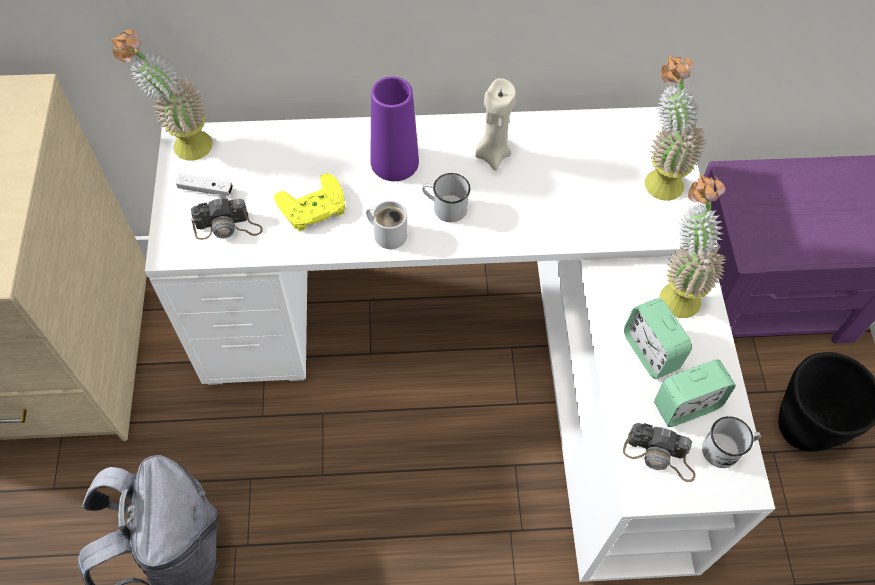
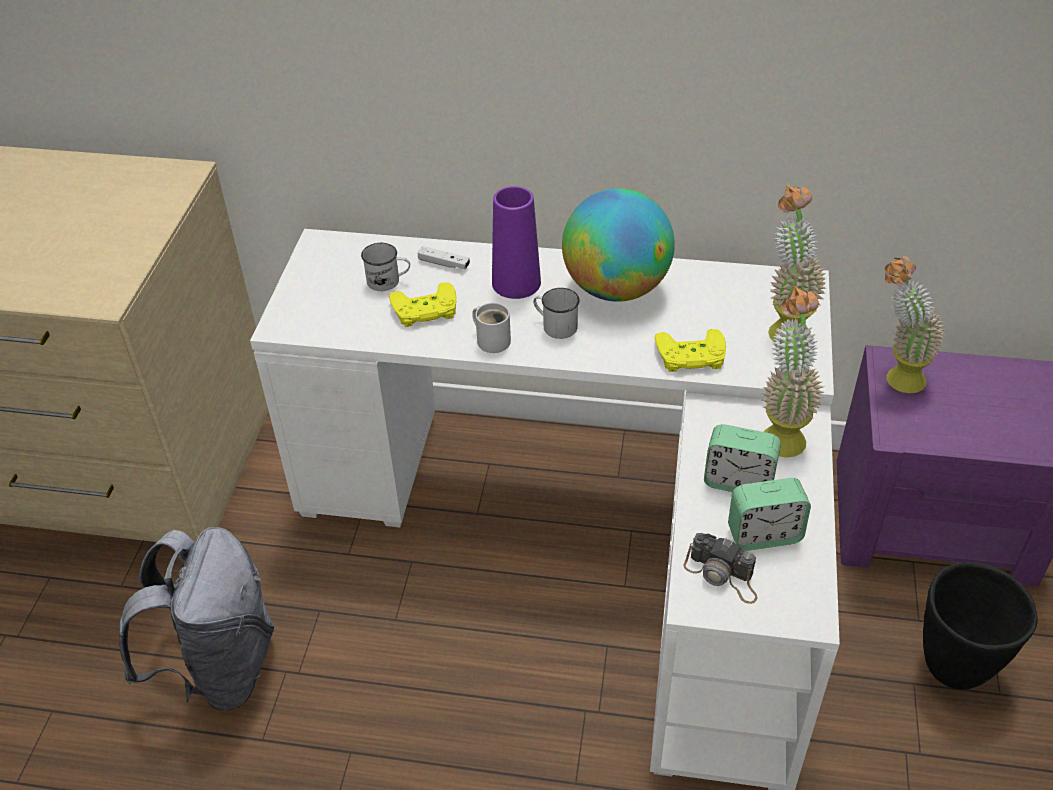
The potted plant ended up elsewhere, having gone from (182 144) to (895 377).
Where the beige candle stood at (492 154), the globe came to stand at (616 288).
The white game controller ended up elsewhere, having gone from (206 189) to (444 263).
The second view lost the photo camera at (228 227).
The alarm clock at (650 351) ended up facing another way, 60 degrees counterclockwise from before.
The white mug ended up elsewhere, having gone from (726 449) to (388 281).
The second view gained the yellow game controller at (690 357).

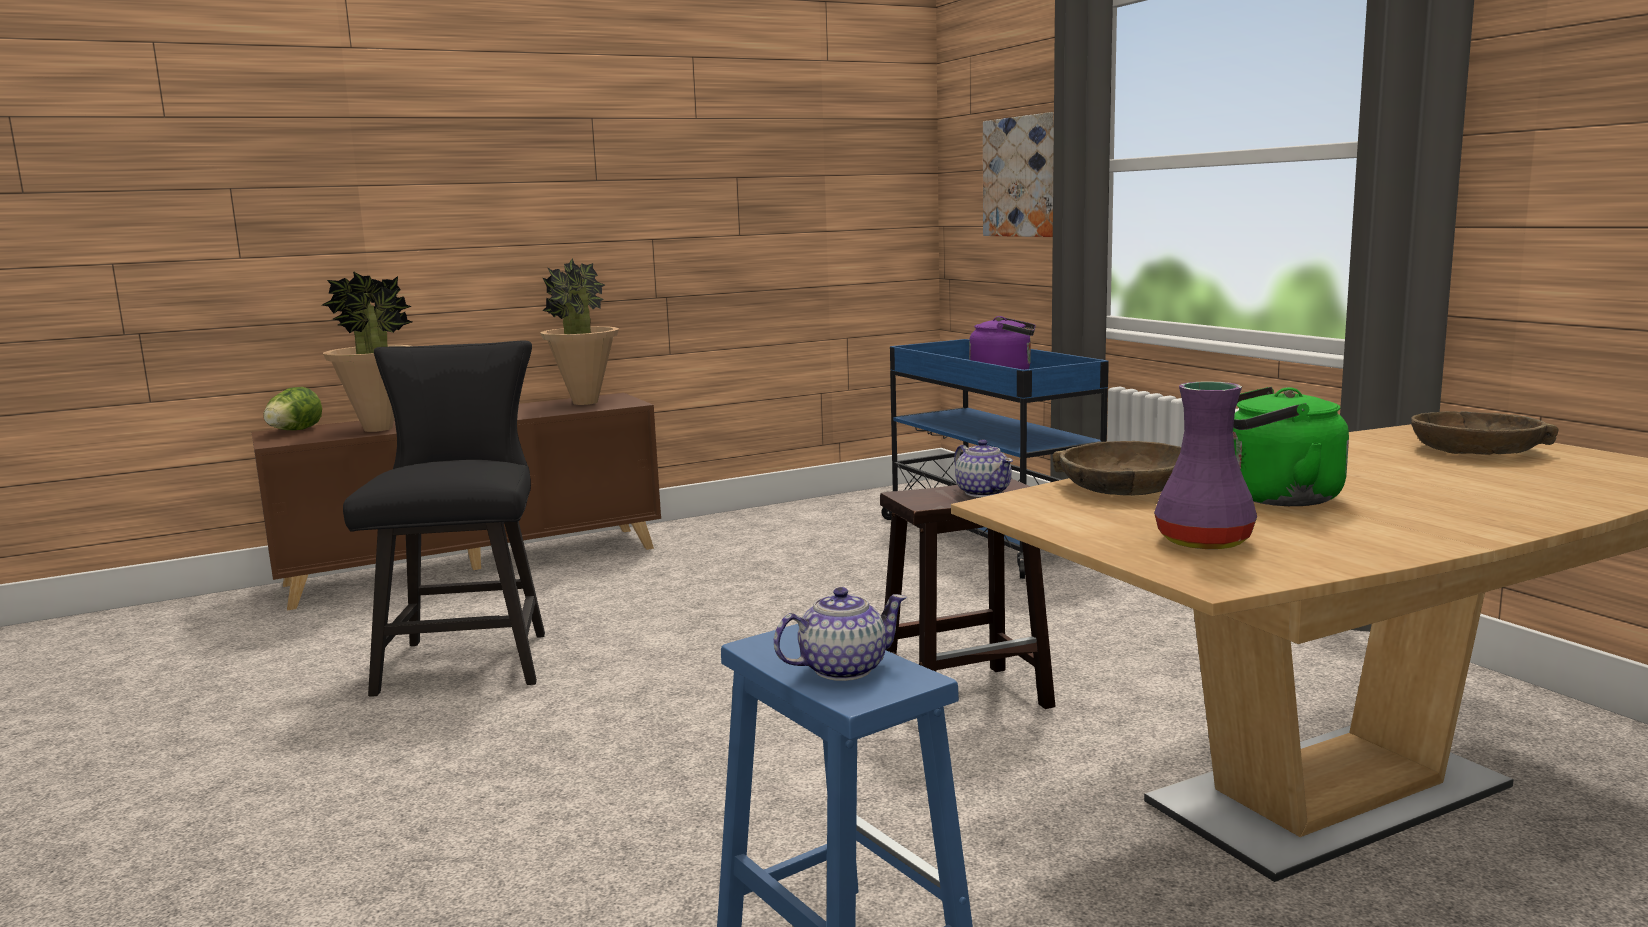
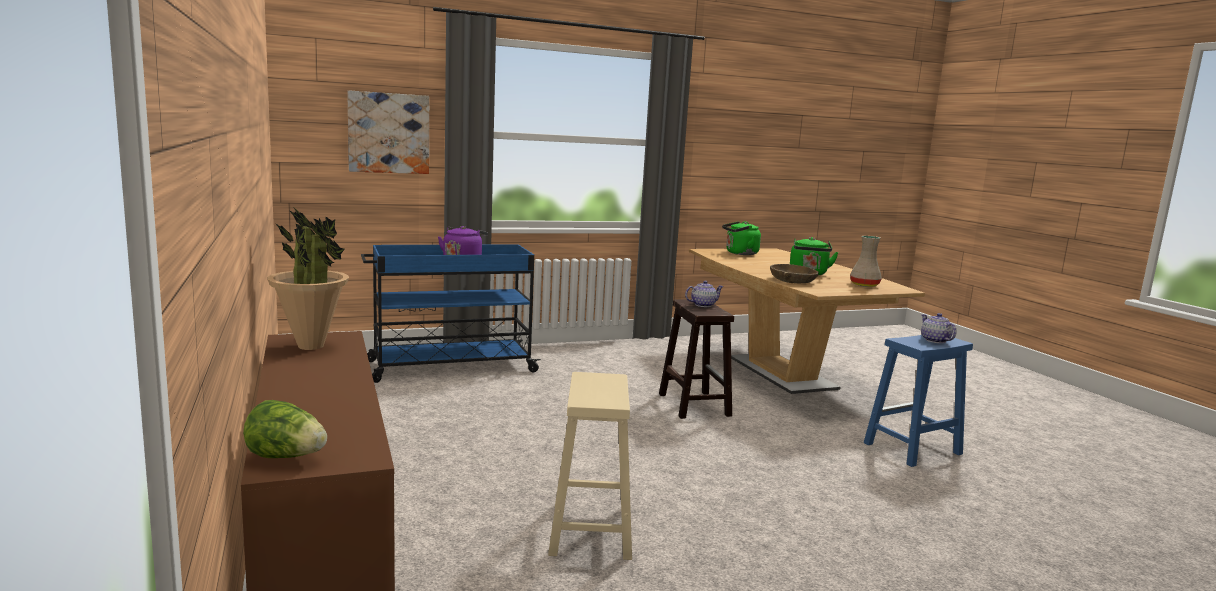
The second view lost the potted plant at (378 429).
Where the black chair stood at (469 658), the beige stool came to stand at (590 529).
What was the purple vase at (1205 541) turned into the beige vase at (863 285).
Where the brown bowl stood at (1476 450), the green kettle came to stand at (740 253).

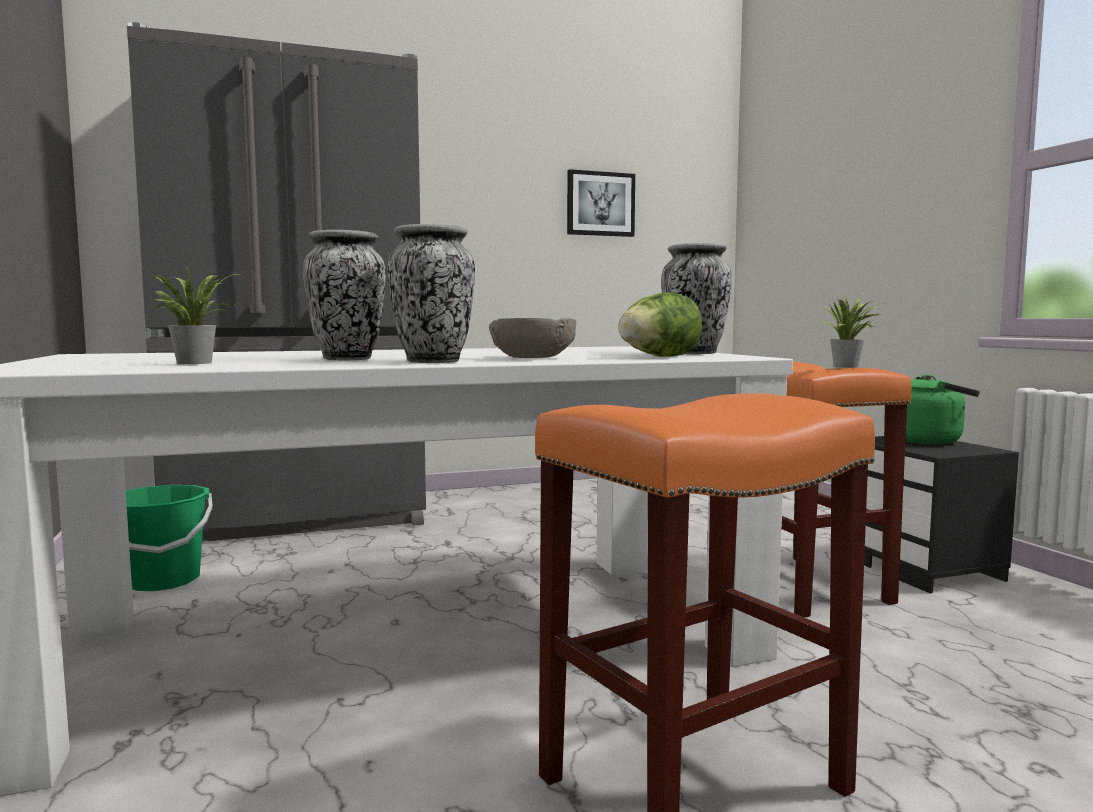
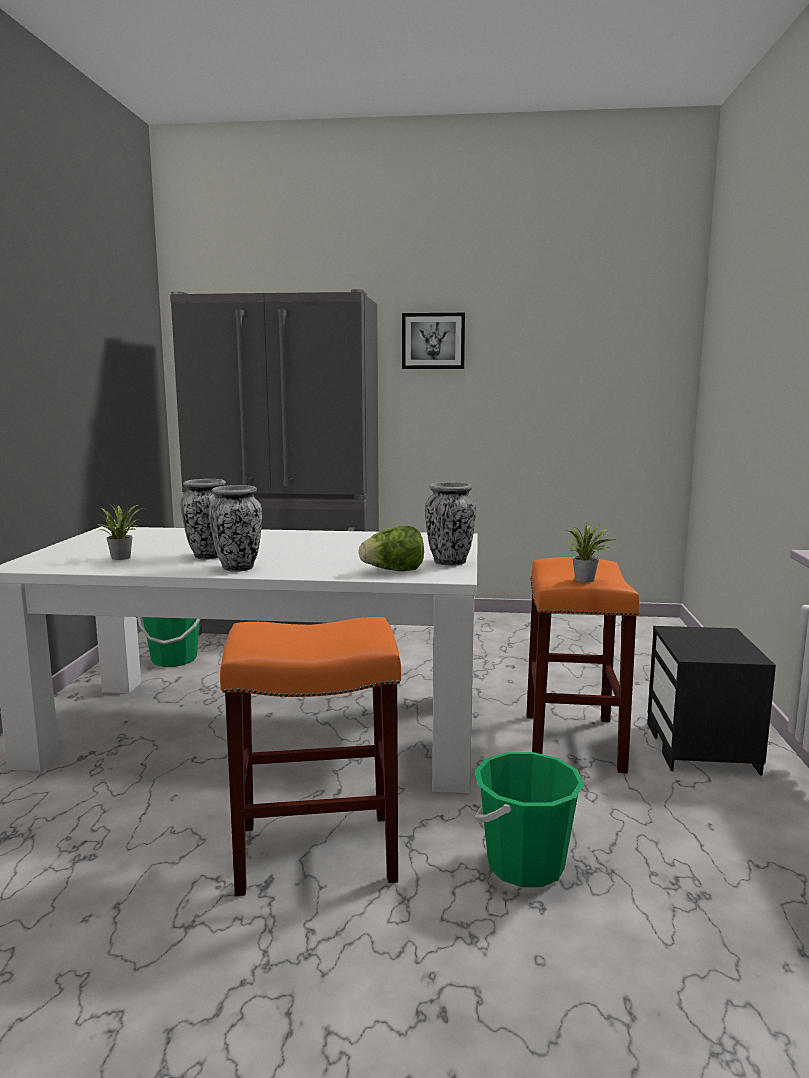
The picture ended up elsewhere, having gone from (600 204) to (433 341).
The second view lost the grey bowl at (532 358).
The second view lost the green kettle at (929 441).
The second view gained the green bucket at (525 865).

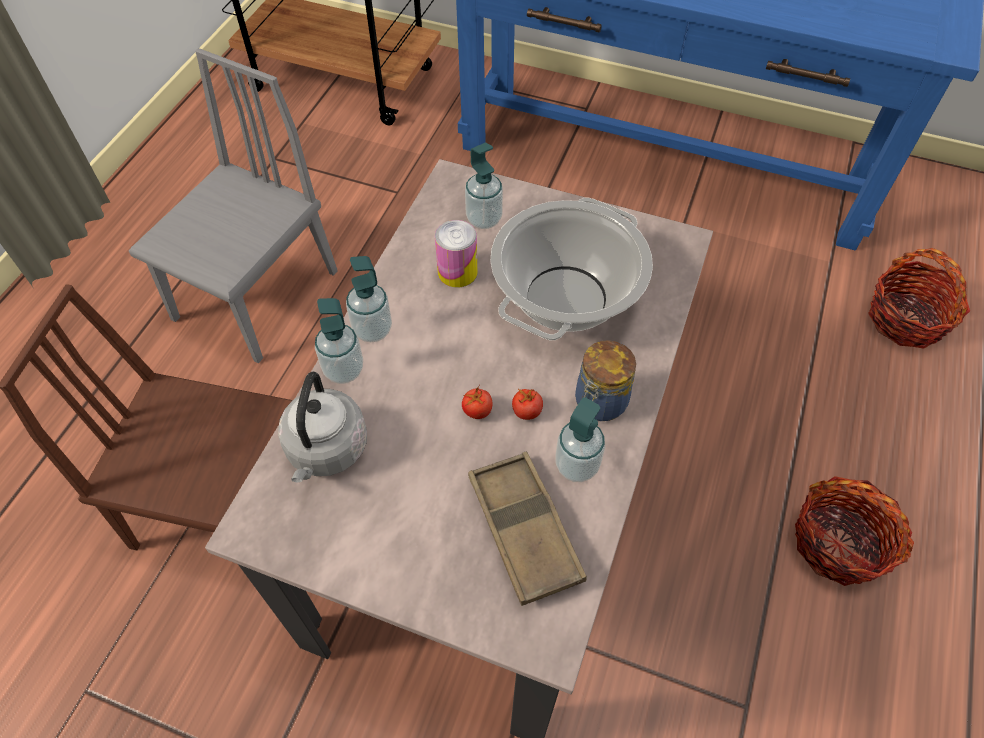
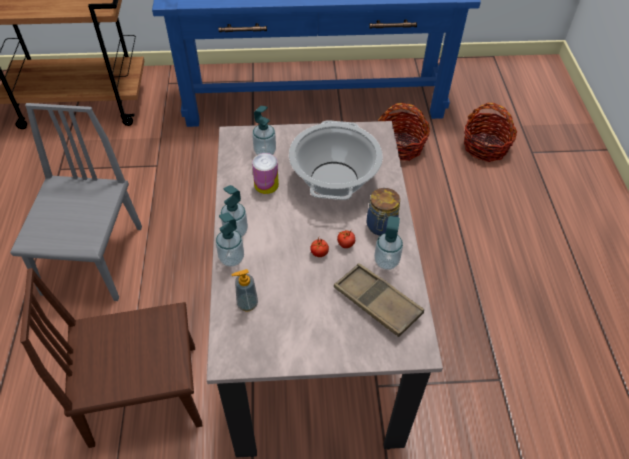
Where the grey kettle stood at (326 451), the soap dispenser came to stand at (247 304).
The basket ended up elsewhere, having gone from (838 543) to (401 146).

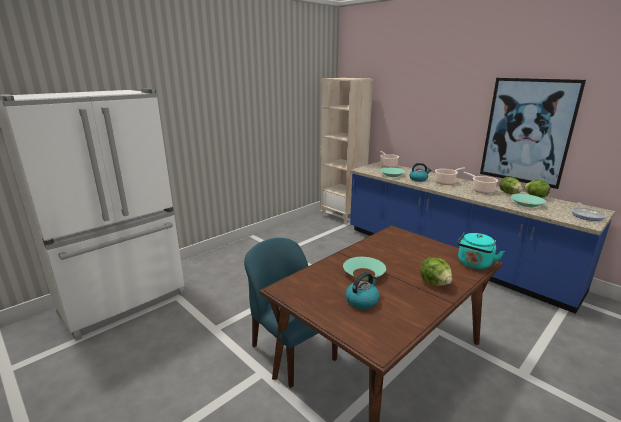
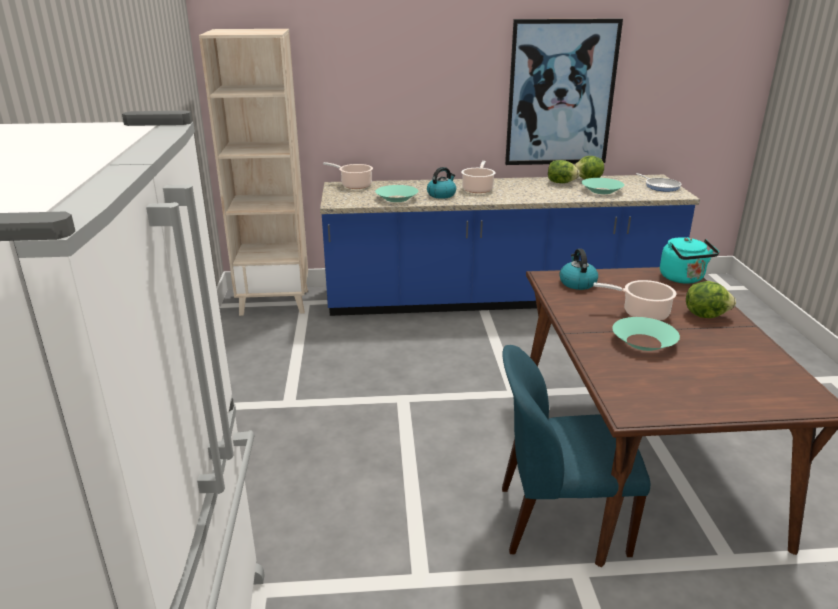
The cooking pot ended up elsewhere, having gone from (481 190) to (642 313).
The kettle ended up elsewhere, having gone from (362 301) to (577 283).

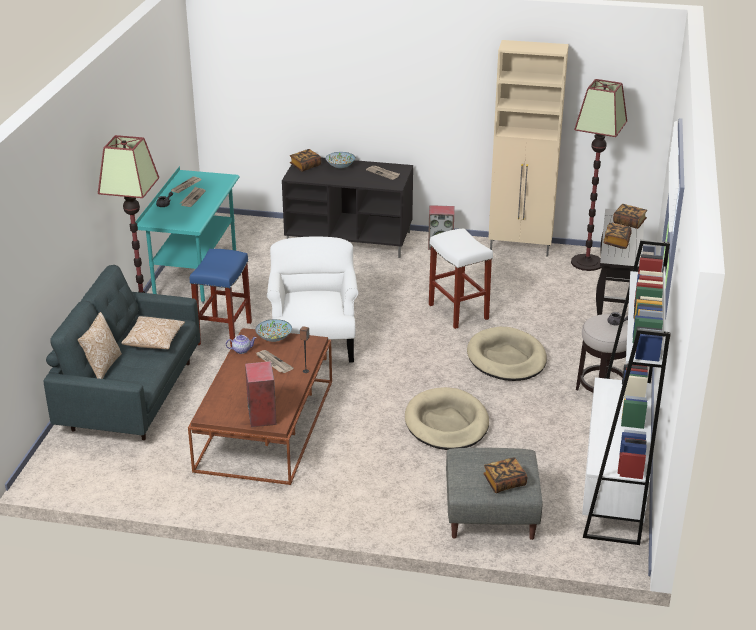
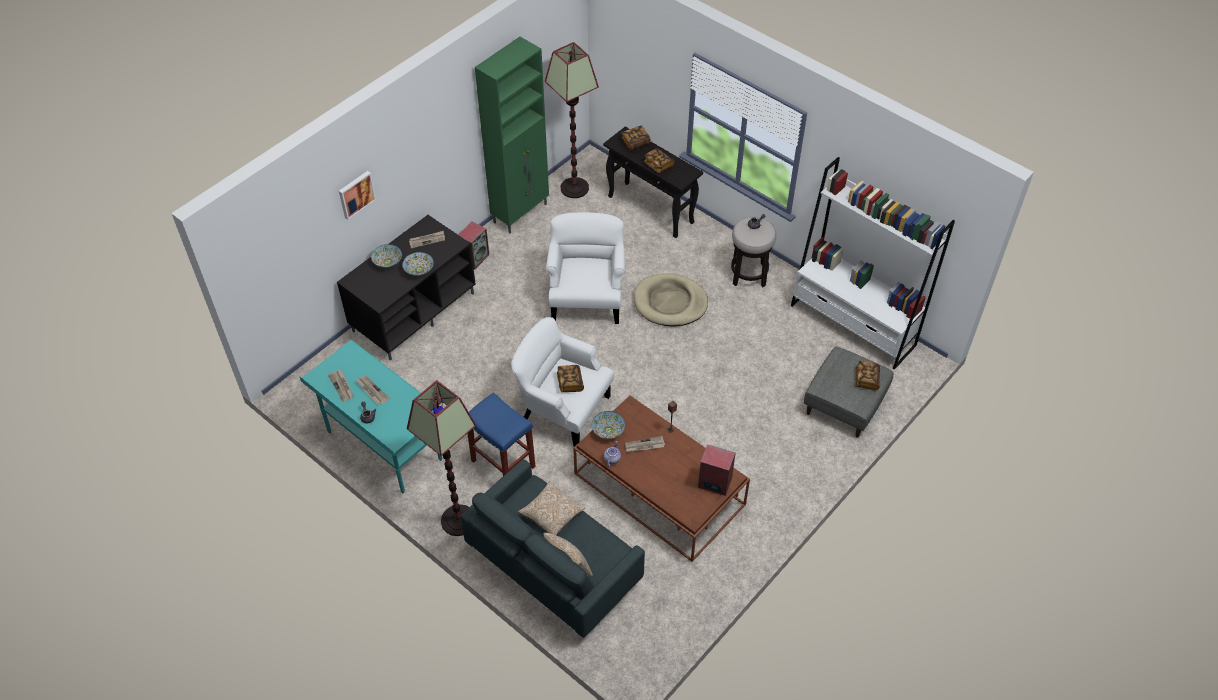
What was the beige cabinet at (521 248) turned into the green cabinet at (521 213).
The book ended up elsewhere, having gone from (305 166) to (570 383).
Where the white stool stood at (459 312), the white armchair came to stand at (586 297).
The second view lost the beige dog bed at (446 423).
The second view gained the picture at (356 194).
The second view gained the bowl at (419 270).

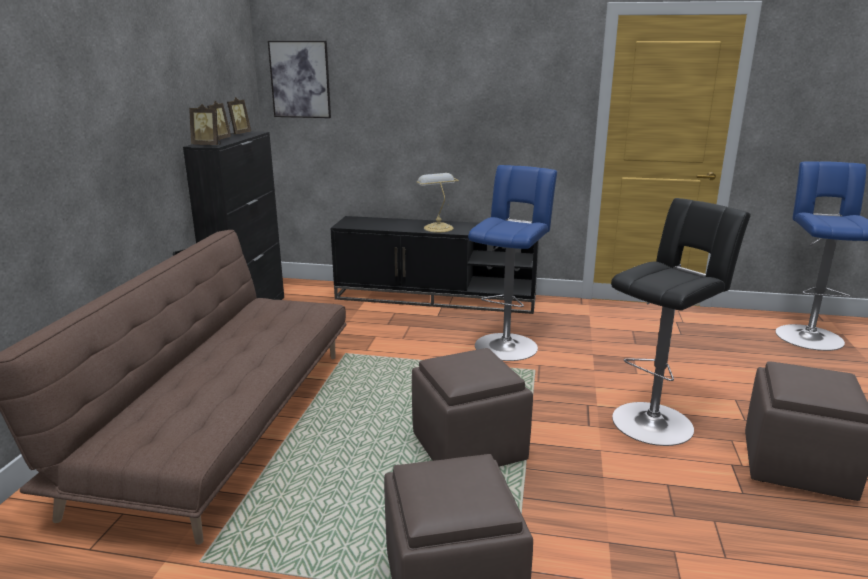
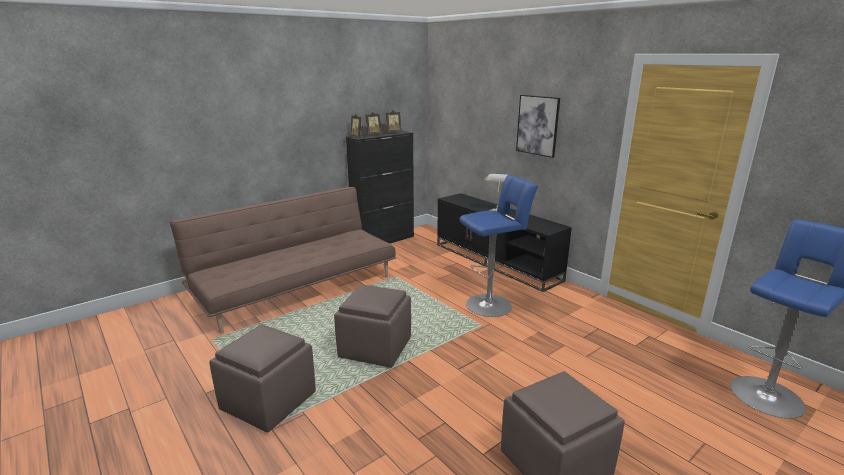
The picture ended up elsewhere, having gone from (300 79) to (537 125).
The second view lost the black stool at (655 420).

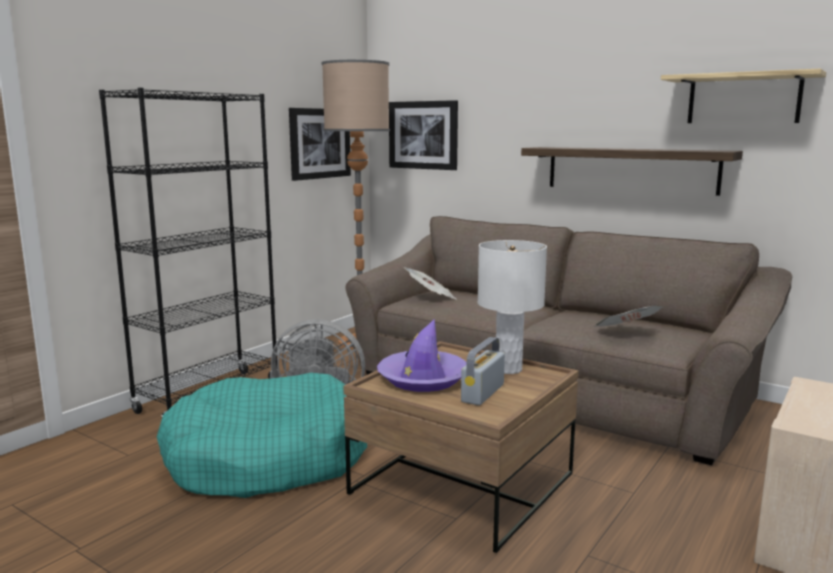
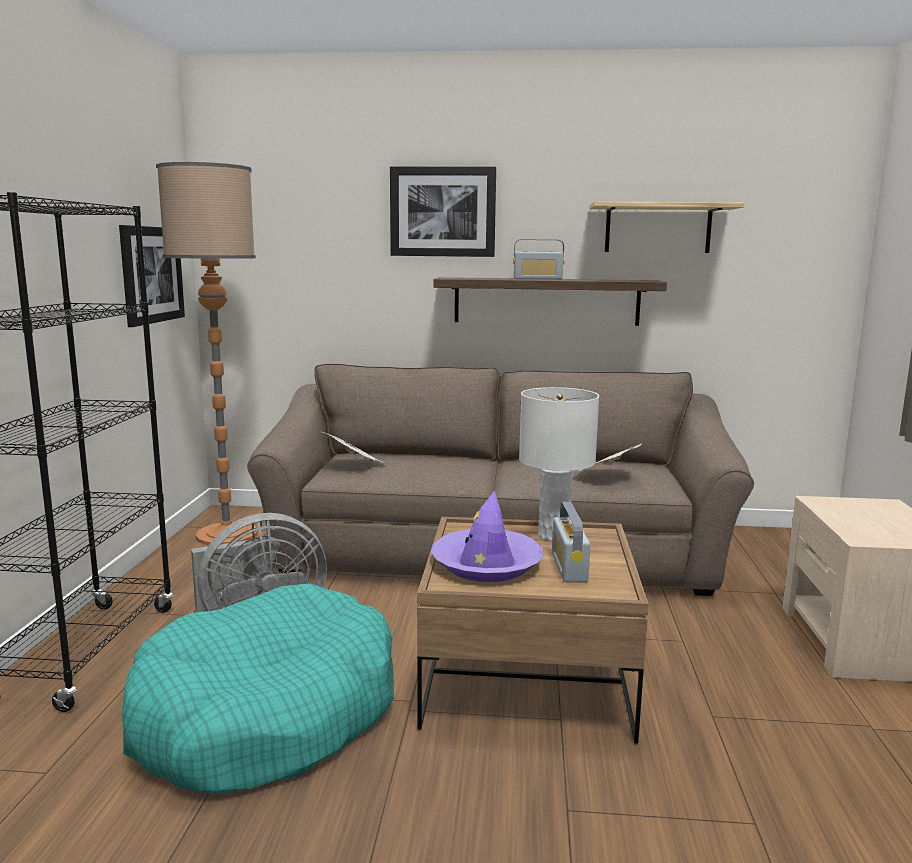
The picture ended up elsewhere, having gone from (423 135) to (442 212).
The second view gained the radio at (538 279).

